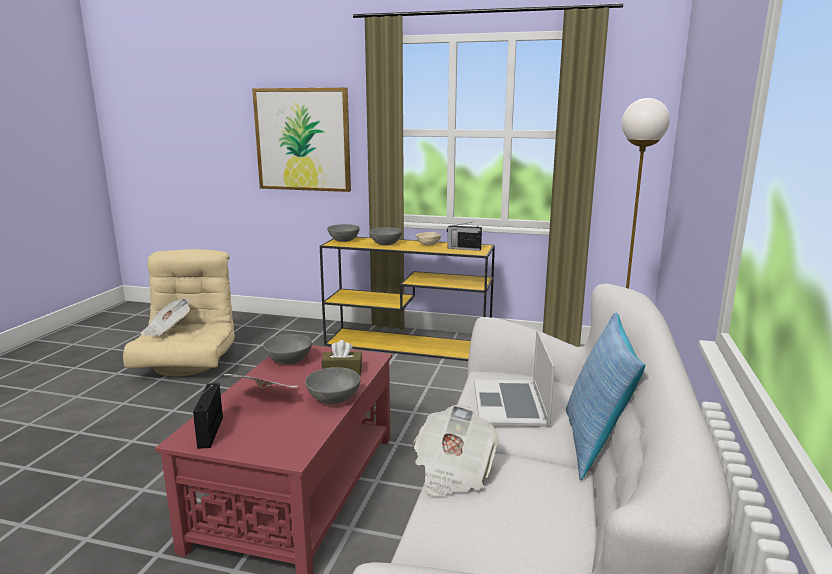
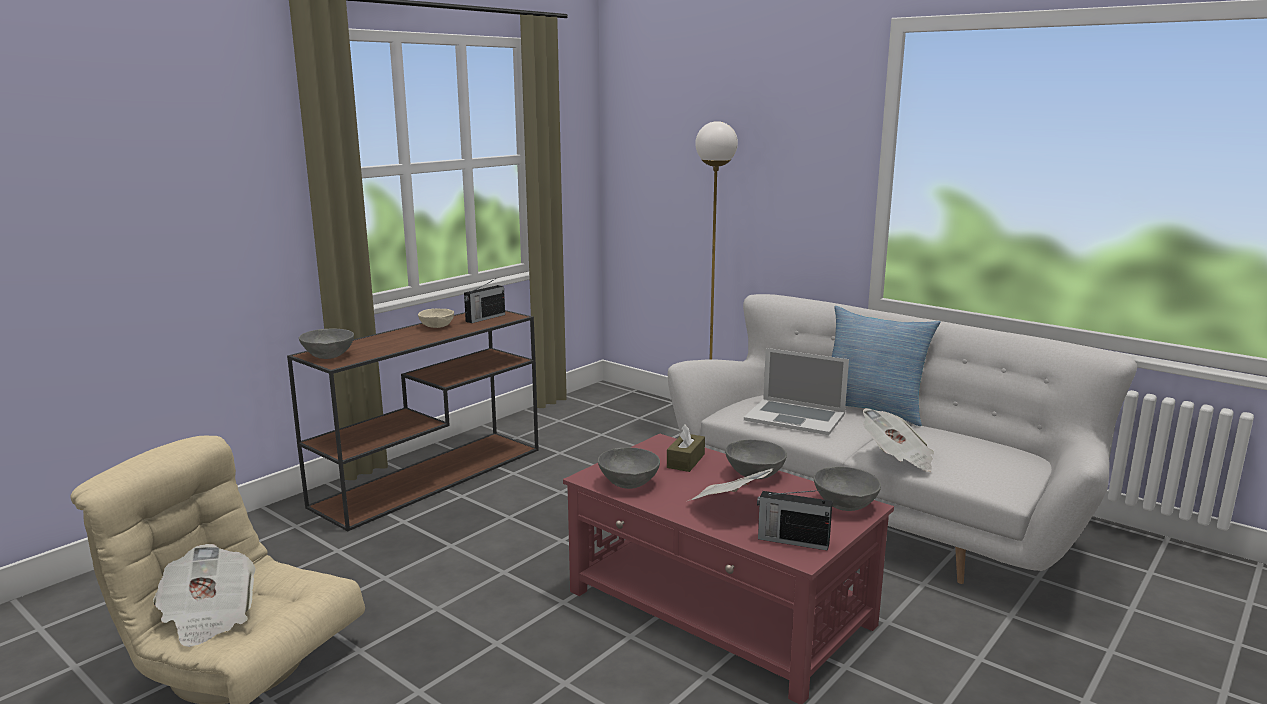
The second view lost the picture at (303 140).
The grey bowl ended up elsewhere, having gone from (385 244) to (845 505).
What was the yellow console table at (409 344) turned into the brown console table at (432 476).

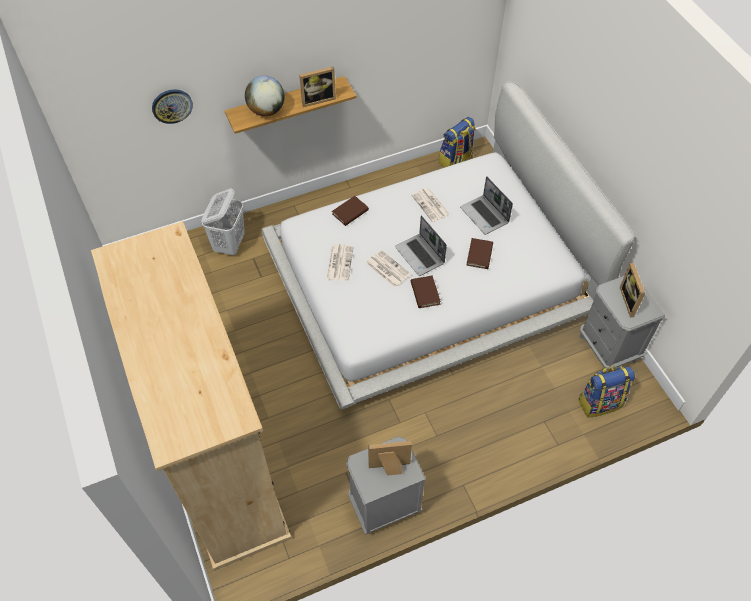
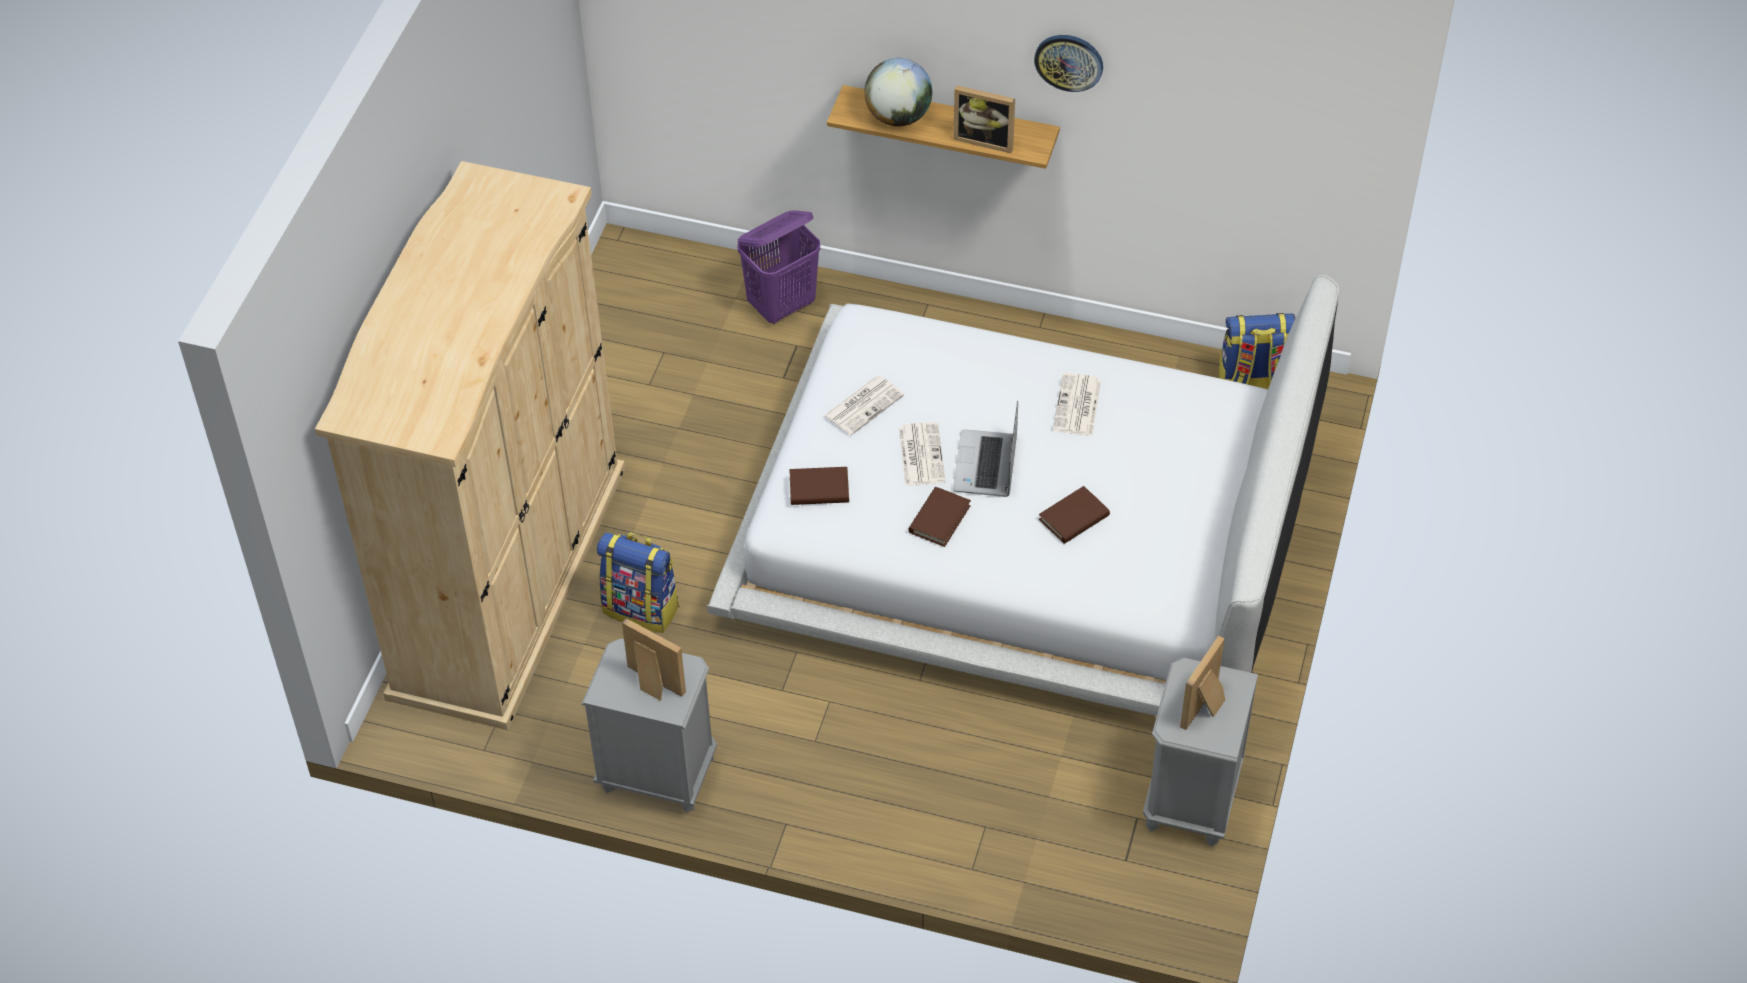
The wall clock ended up elsewhere, having gone from (172 105) to (1069 61).
The second view lost the laptop at (485 215).
What was the white laundry basket at (229 244) turned into the purple laundry basket at (782 306).
The brown book ended up elsewhere, having gone from (350 212) to (819 489).
The backpack ended up elsewhere, having gone from (599 402) to (642 608).

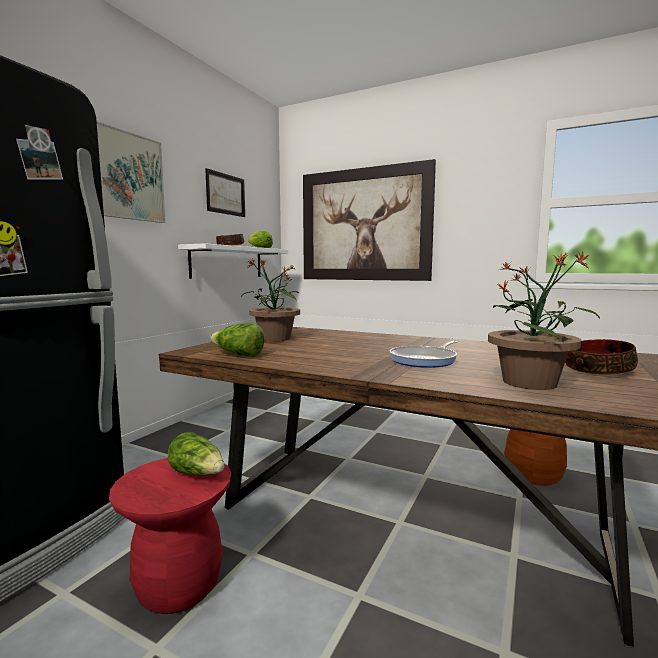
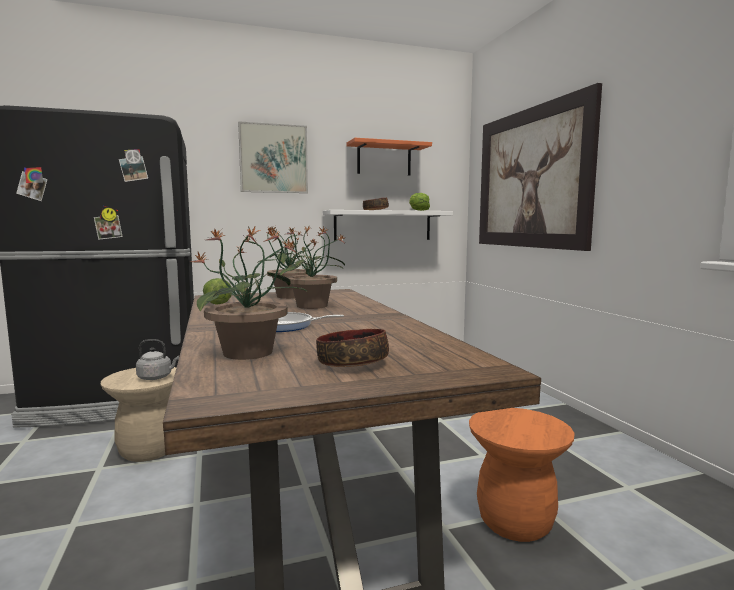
Where the picture hung at (226 194), the orange shelf came to hang at (384 159).
Where the lettuce stood at (198 474), the grey kettle came to stand at (156 377).
What was the red stool at (179 586) turned into the beige stool at (148 450).
The second view gained the potted plant at (313 306).

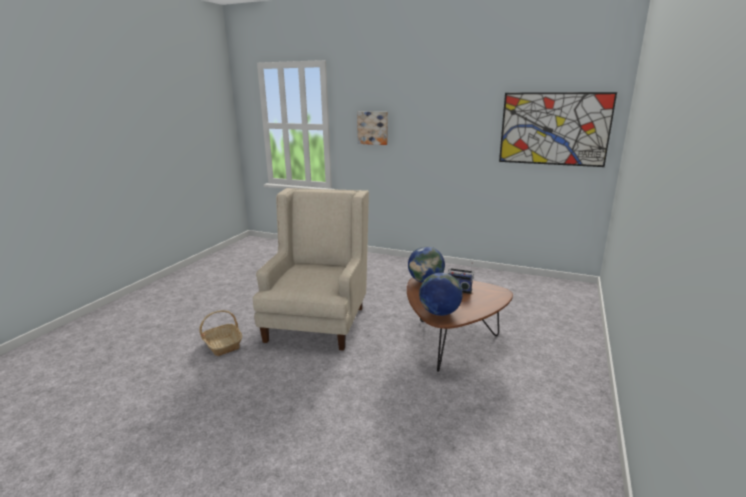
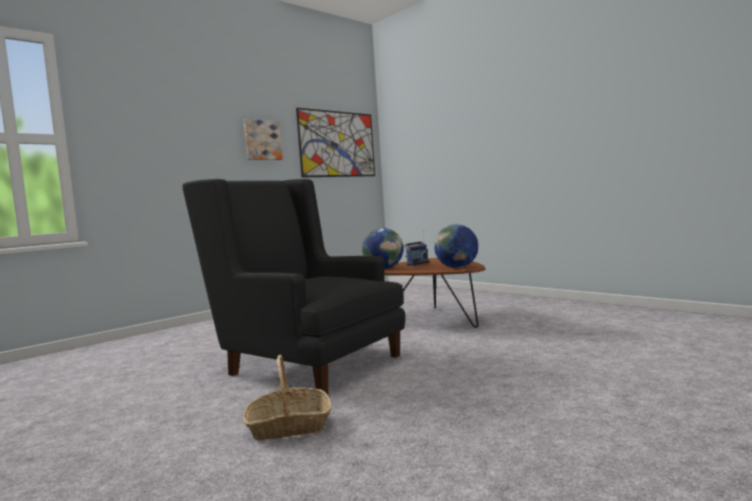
The picture ended up elsewhere, having gone from (373 128) to (262 140).
What was the beige armchair at (318 319) turned into the black armchair at (305 363).

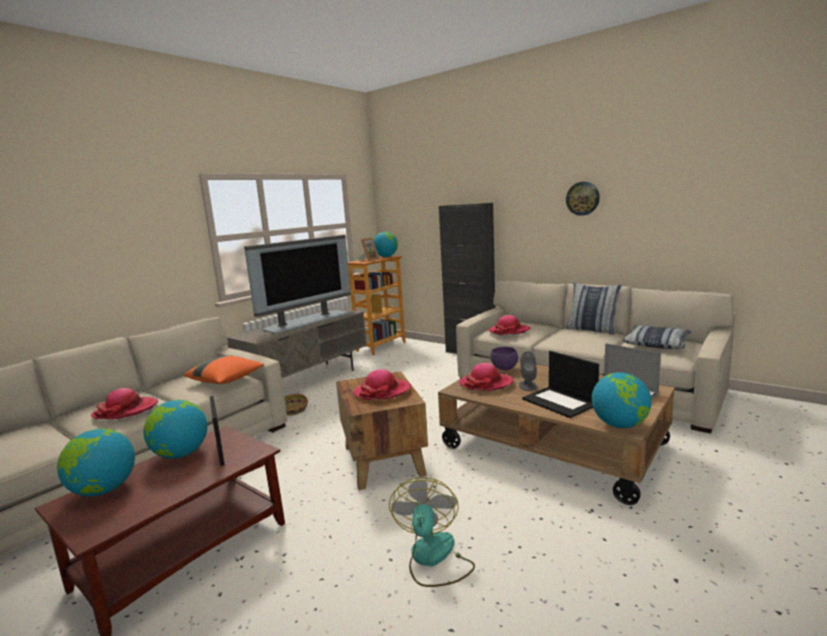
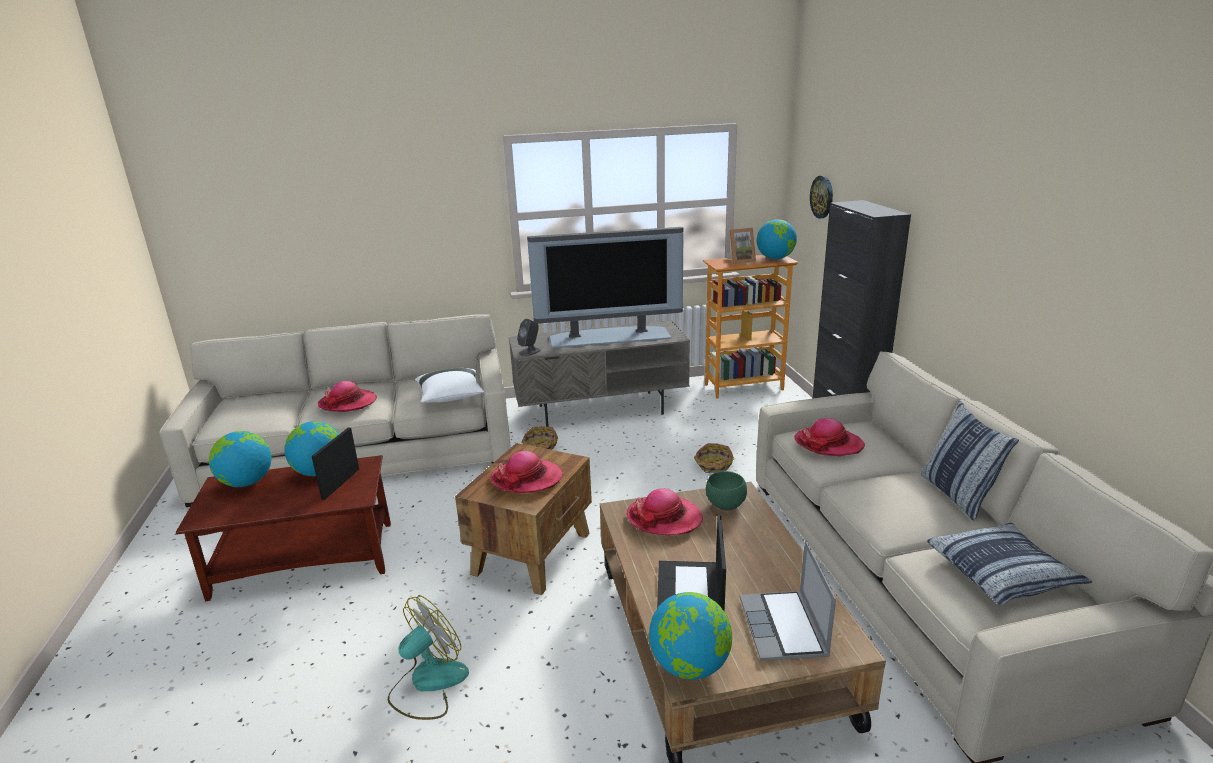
The wall clock ended up elsewhere, having gone from (582 198) to (822 197).
What was the purple bowl at (505 369) turned into the green bowl at (725 506).
The grey speaker ended up elsewhere, having gone from (527 386) to (530 351).
What was the orange pillow at (226 380) turned into the white pillow at (450 397).
The second view gained the basket at (713 465).

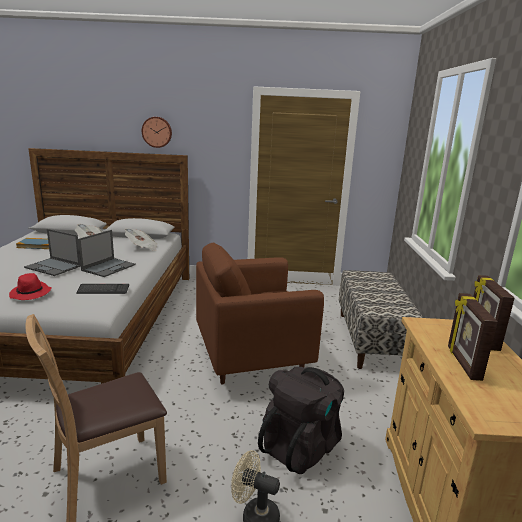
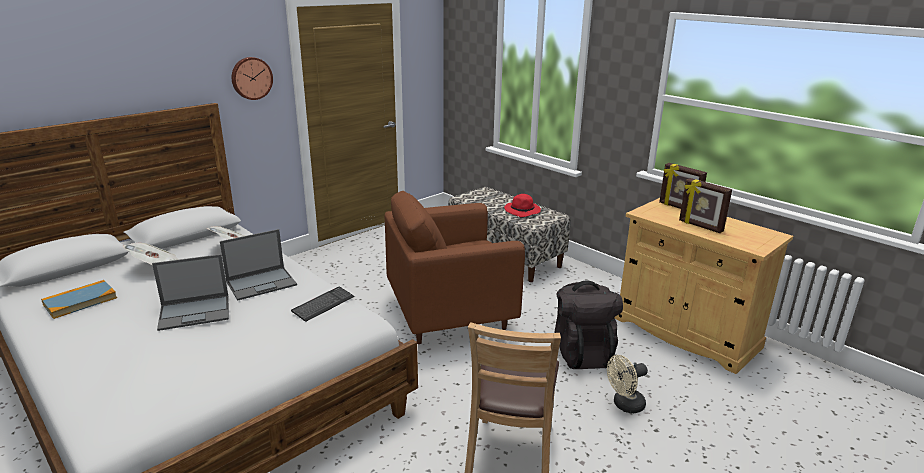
The wall clock ended up elsewhere, having gone from (157 132) to (251 78).
The laptop at (109 267) ended up facing another way, 75 degrees clockwise from before.
The brown armchair at (252 358) ended up facing another way, 45 degrees clockwise from before.
The red hat ended up elsewhere, having gone from (31 294) to (523 211).

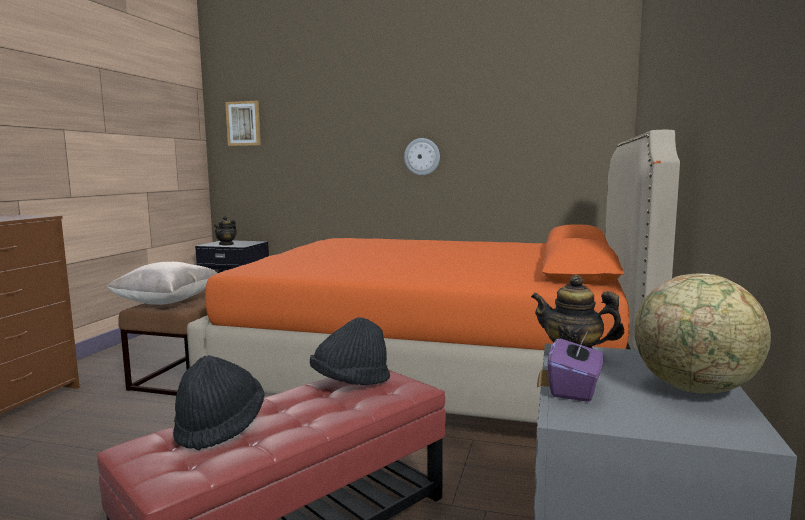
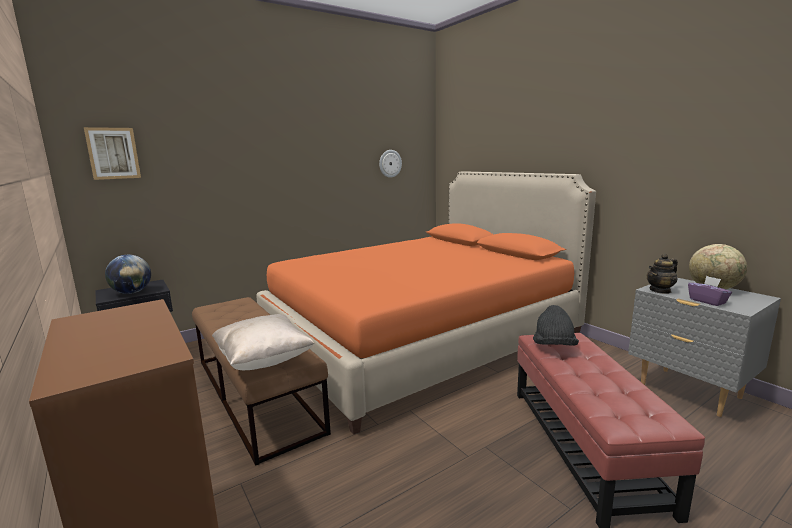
The wall clock ended up elsewhere, having gone from (422 156) to (390 163).
Where the teapot stood at (226 244), the globe came to stand at (132 292).
The second view lost the black hat at (220 427).

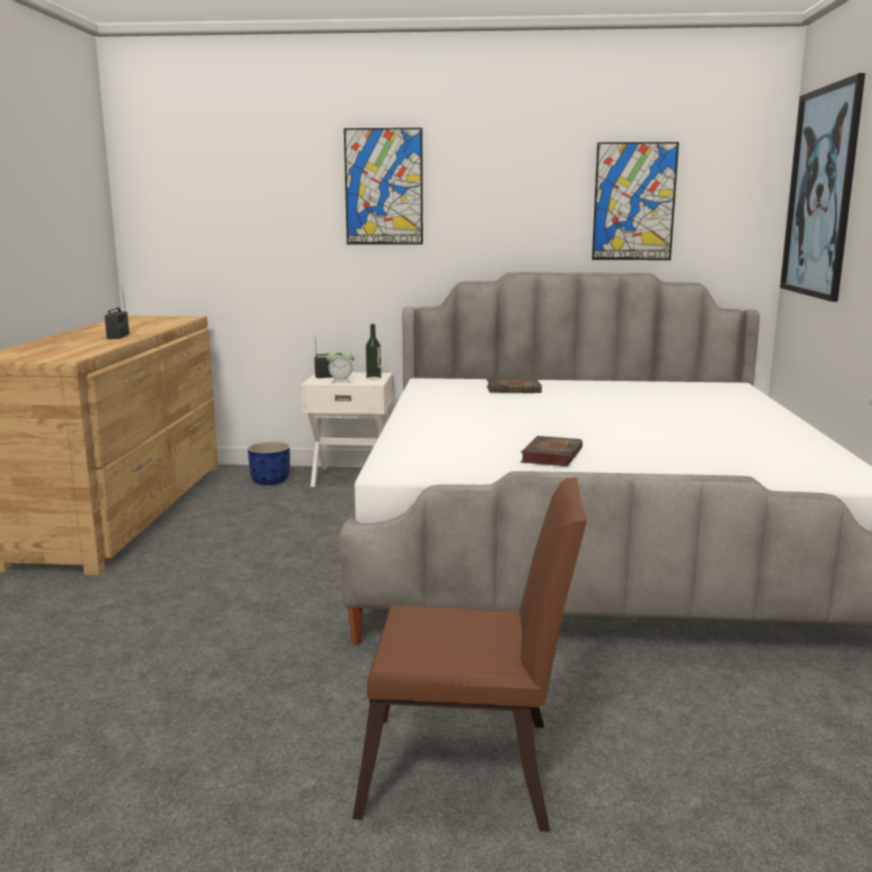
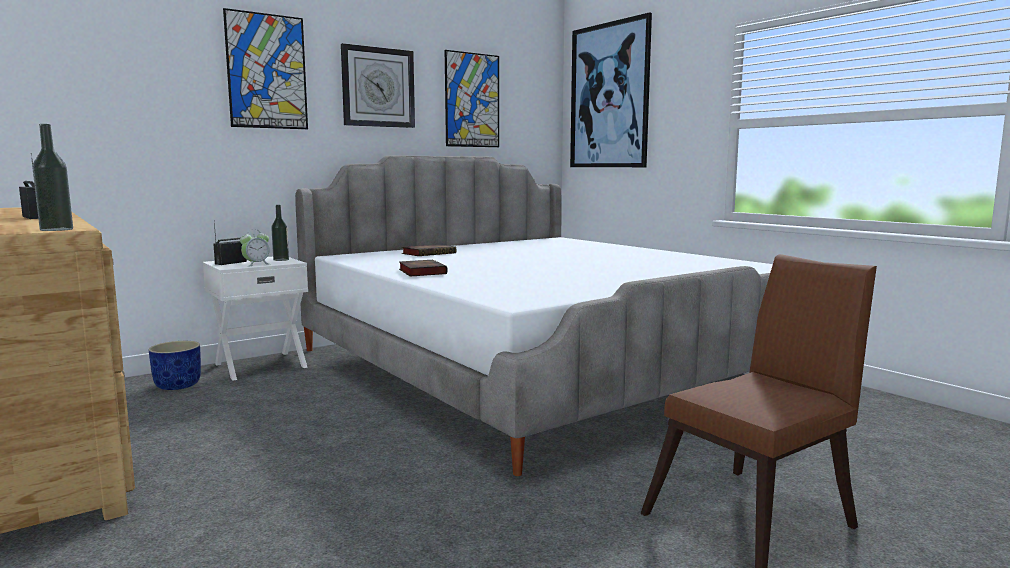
The book ended up elsewhere, having gone from (551 455) to (421 272).
The second view gained the wall clock at (378 87).
The second view gained the bottle at (56 229).

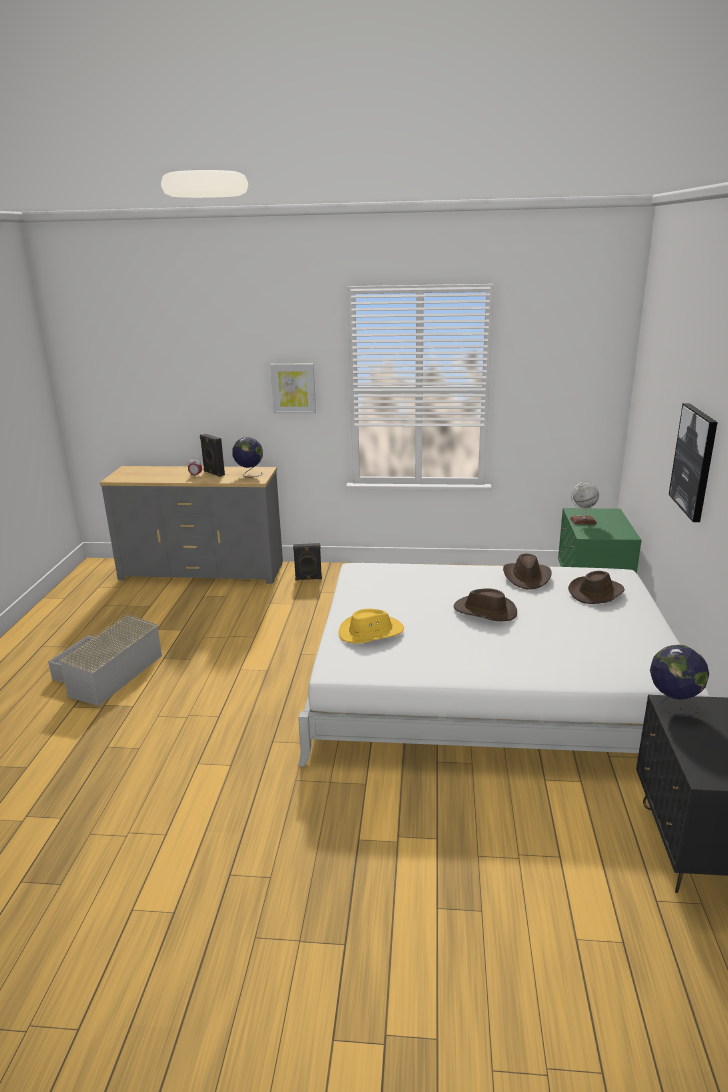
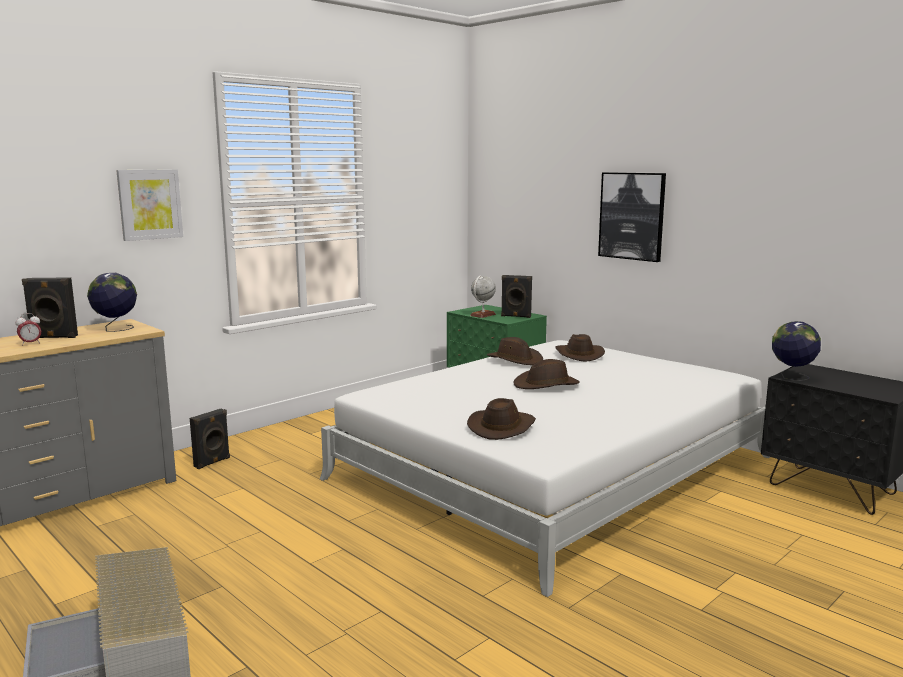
What was the yellow hat at (371 632) turned into the brown hat at (502 427).
The second view gained the black speaker at (516 316).

